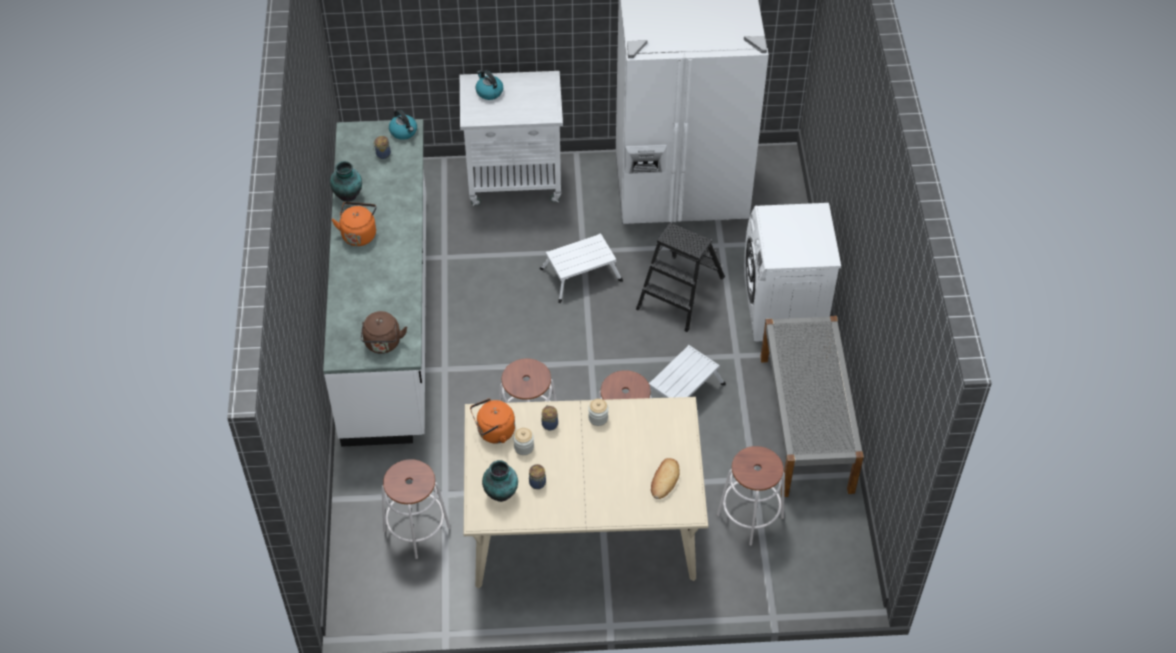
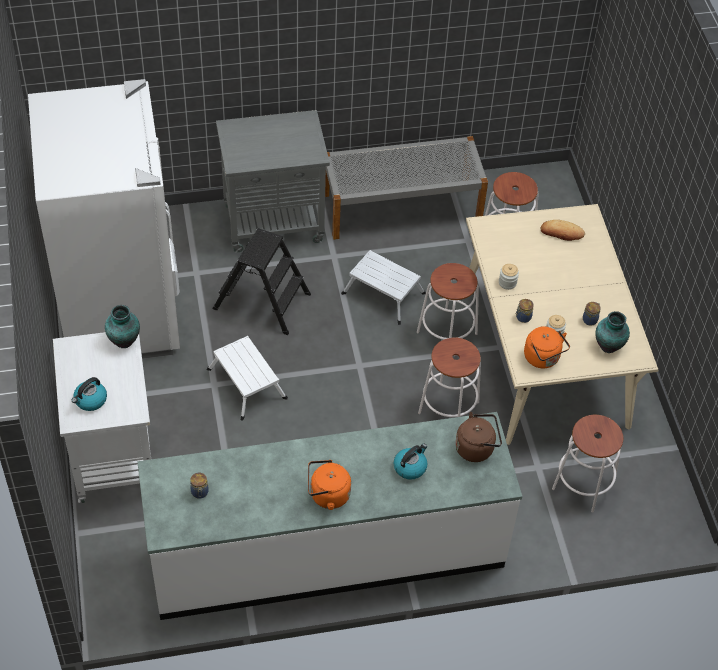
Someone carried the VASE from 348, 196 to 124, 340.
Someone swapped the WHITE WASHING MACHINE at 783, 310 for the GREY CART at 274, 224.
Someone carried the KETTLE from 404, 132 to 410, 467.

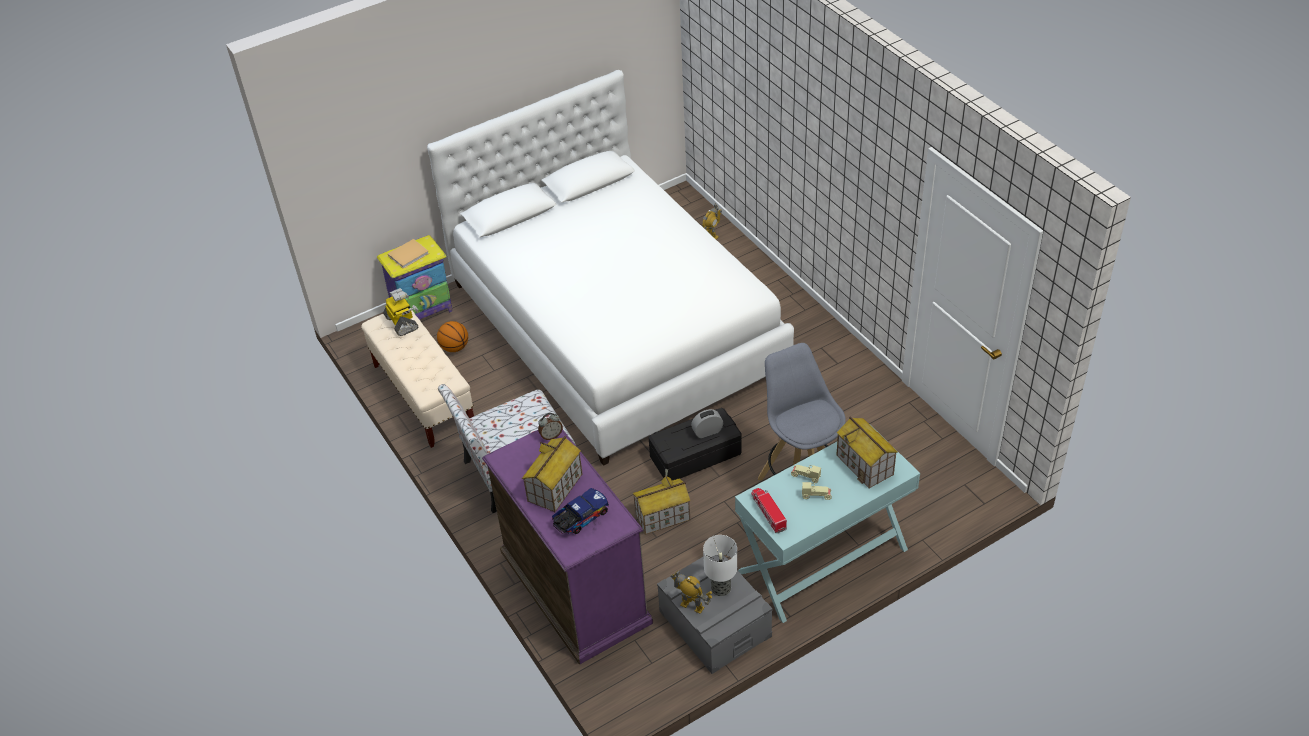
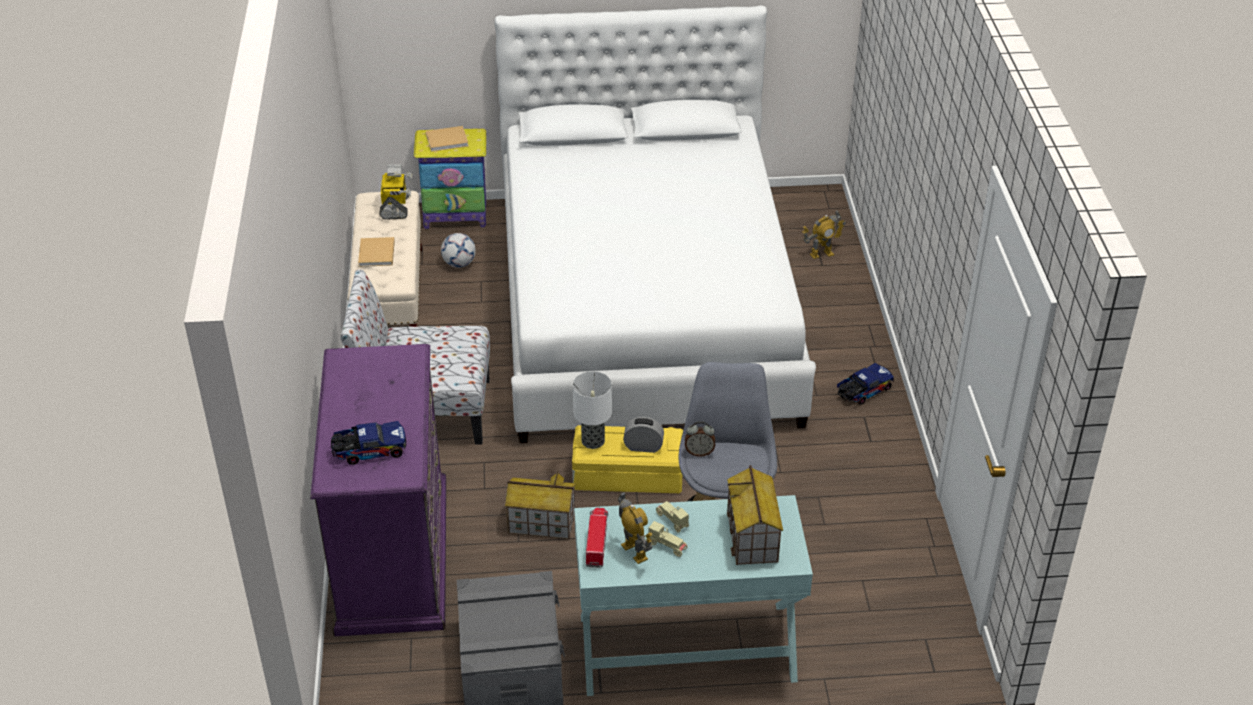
Someone put down the BEIGE BOOK at 376, 254.
Someone swapped the BASKETBALL at 455, 347 for the FOOTBALL at 459, 264.
Someone repainted the BLACK STORAGE BOX at 695, 456, which became the YELLOW STORAGE BOX at 627, 475.
Someone carried the TABLE LAMP from 721, 588 to 593, 441.
Someone carried the TOY ROBOT from 692, 606 to 634, 551.
Someone carried the ALARM CLOCK from 551, 436 to 699, 452.
Someone put down the TOY TRUCK at 863, 392.
Someone took away the TOY HOUSE at 555, 488.

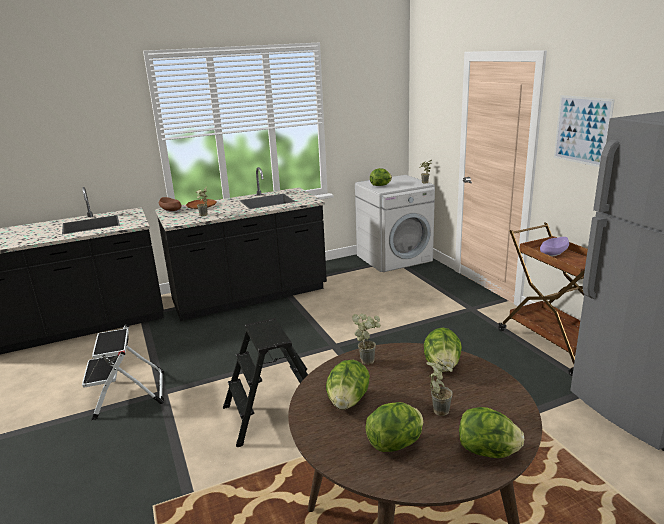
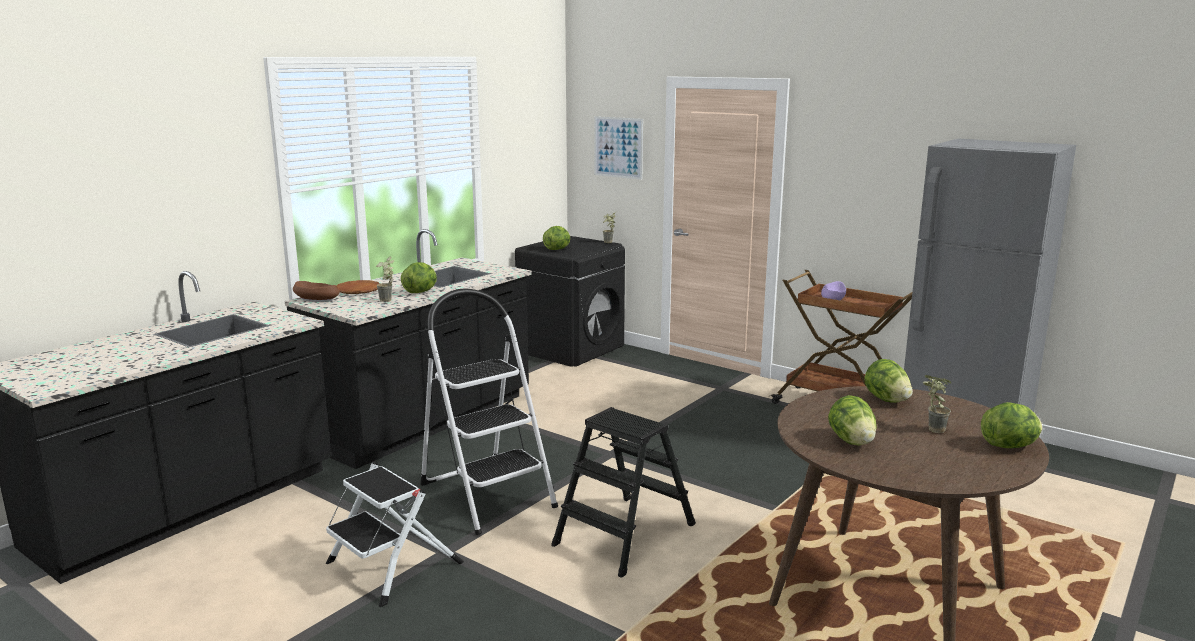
Someone carried the LETTUCE from 396, 444 to 421, 292.
Someone put down the STEP LADDER at 486, 494.
Someone repainted the WHITE WASHING MACHINE at 396, 258, which became the BLACK WASHING MACHINE at 574, 349.
Someone carried the PICTURE from 582, 130 to 618, 147.
Someone took away the POTTED PLANT at 368, 359.

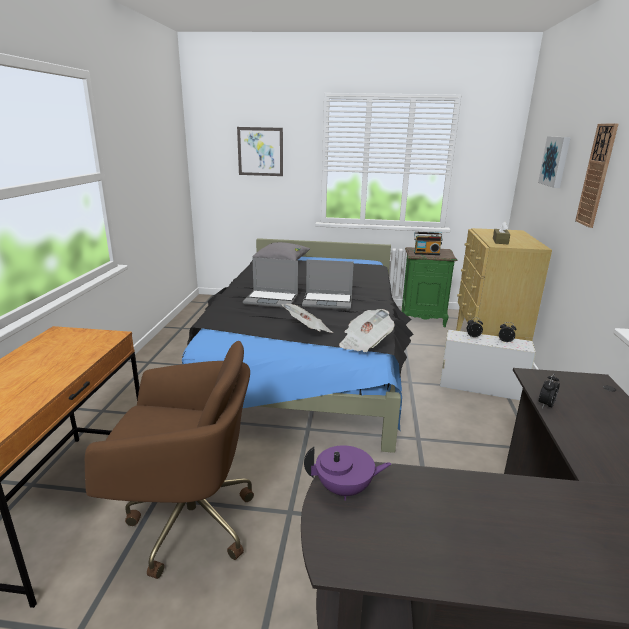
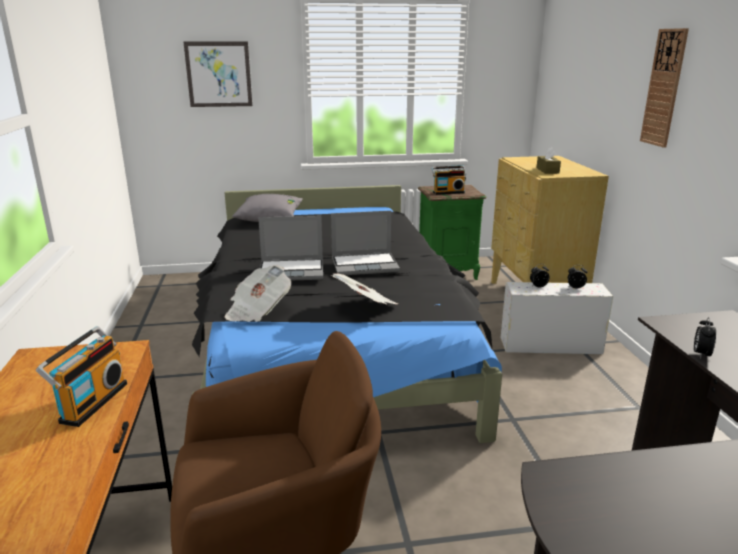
Someone put down the RADIO at 91, 402.
Someone carried the NEWSPAPER from 364, 343 to 257, 310.
Someone took away the PURPLE TEAPOT at 345, 489.
Someone took away the PICTURE at 556, 161.

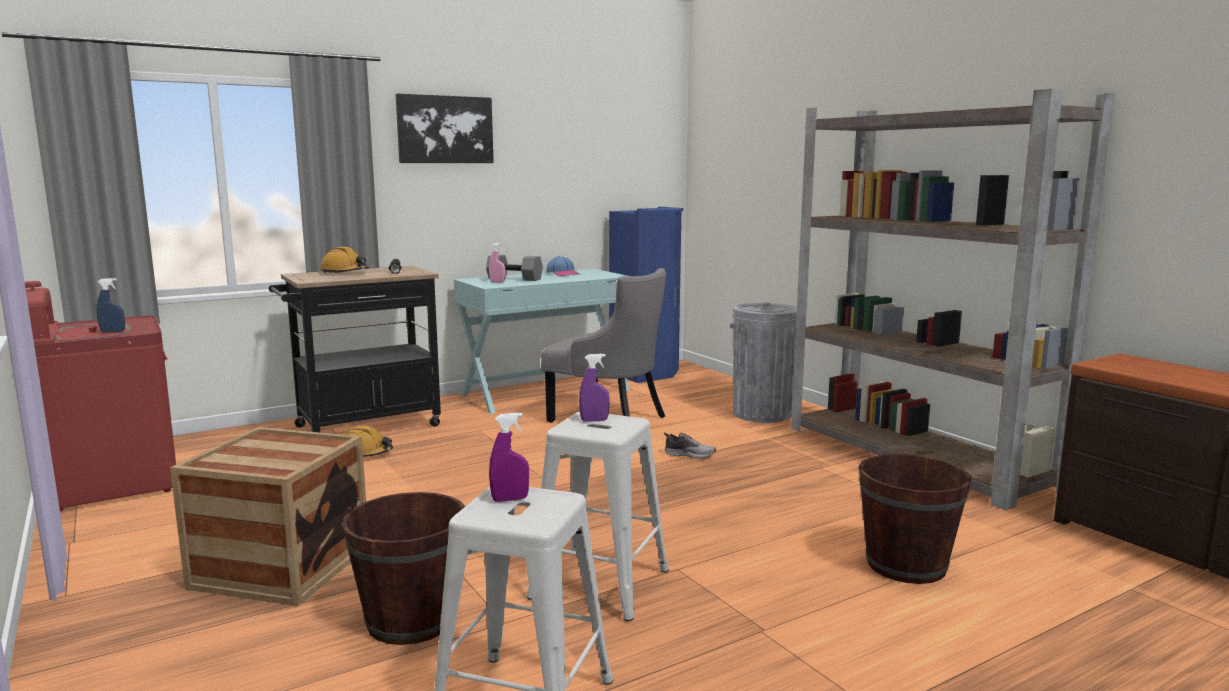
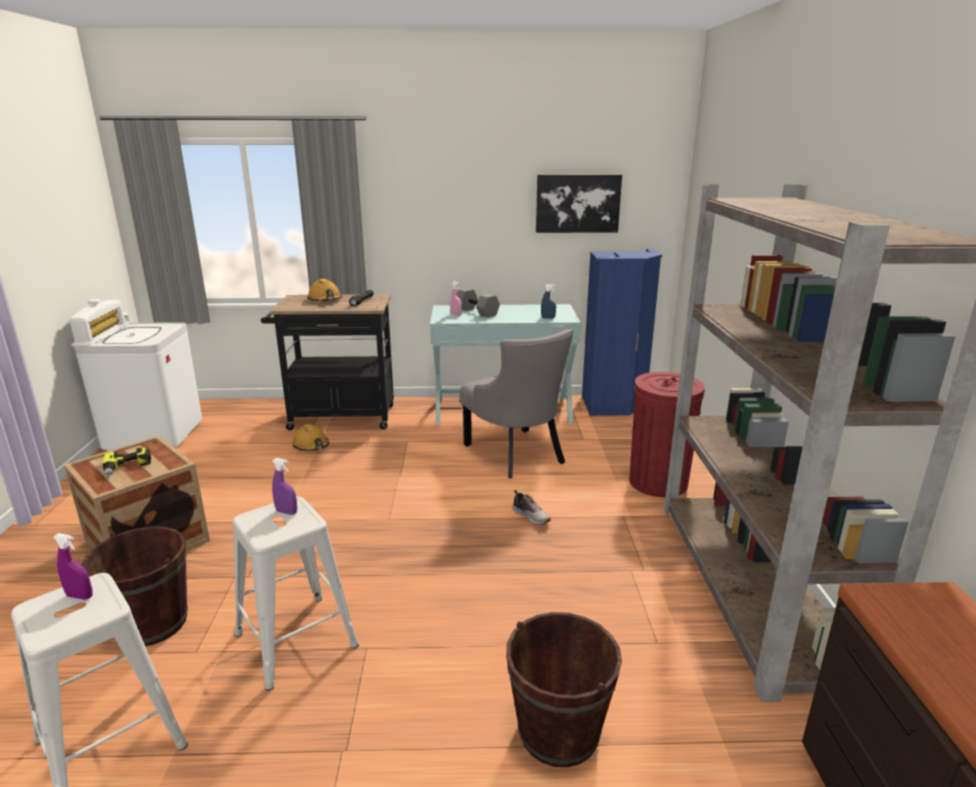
Someone repainted the RED WASHING MACHINE at 112, 484, which became the WHITE WASHING MACHINE at 154, 435.
Someone put down the POWER DRILL at 127, 469.
Someone carried the PICTURE from 445, 129 to 577, 203.
Someone carried the BLUE SPRAY BOTTLE from 113, 331 to 548, 318.
Someone repainted the GREY TRASH CAN at 762, 413, which became the RED TRASH CAN at 658, 482.
Someone took away the CAP at 563, 274.

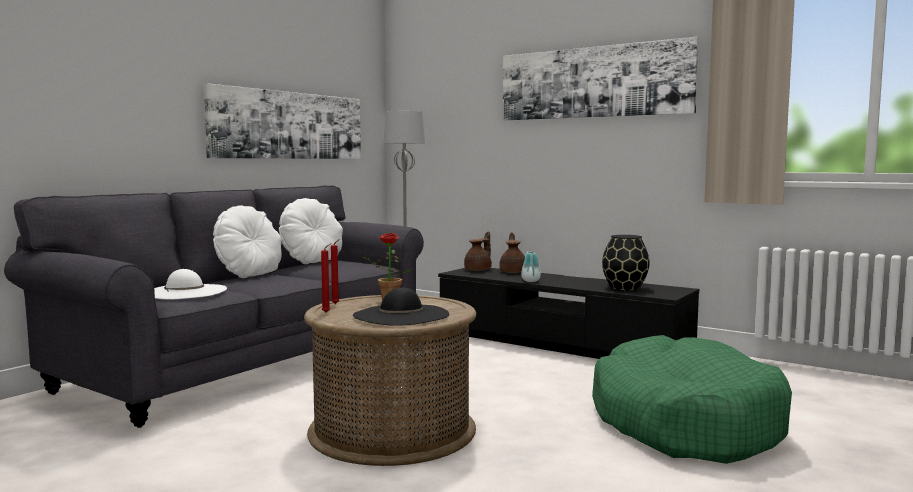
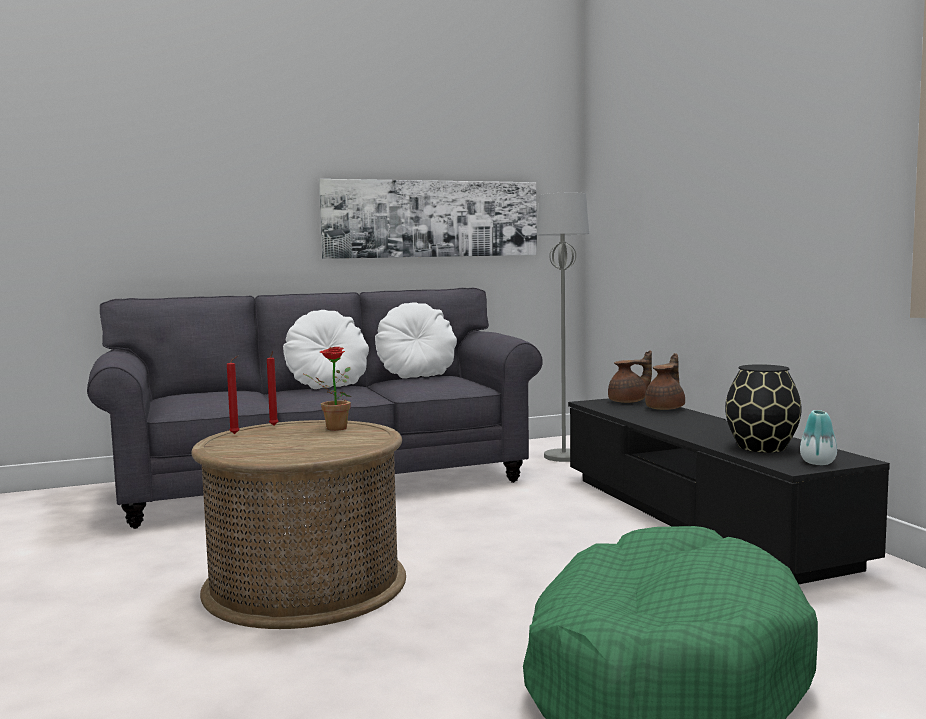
Someone carried the VASE from 530, 281 to 817, 463.
Someone took away the WHITE HAT at 184, 292.
Someone took away the BLACK HAT at 401, 315.
Someone took away the PICTURE at 593, 82.

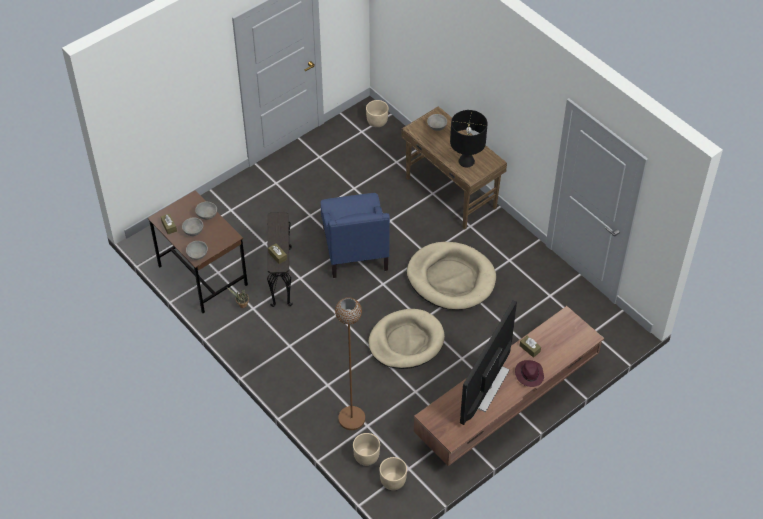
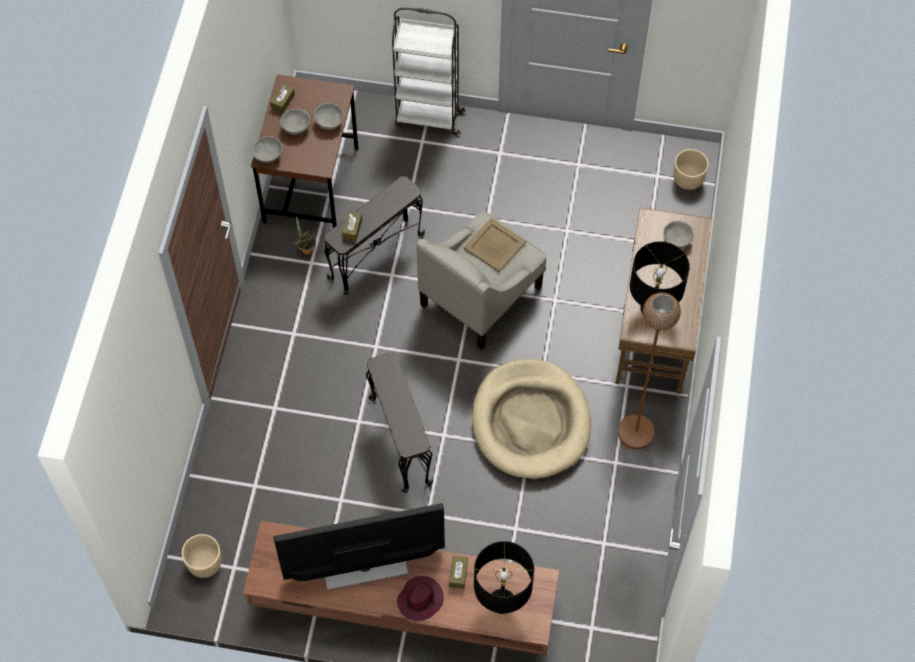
Someone swapped the BEIGE DOG BED at 406, 341 for the BLACK SIDE TABLE at 400, 441.
Someone put down the WHITE CART at 428, 118.
Someone repainted the BLUE ARMCHAIR at 354, 248, which became the GREY ARMCHAIR at 481, 295.
Someone put down the BEIGE TRAY at 495, 245.
Someone put down the BLACK TABLE LAMP at 502, 602.
Someone carried the BROWN FLOOR LAMP from 352, 418 to 636, 433.
Someone took away the BEIGE PLANTER at 366, 456.

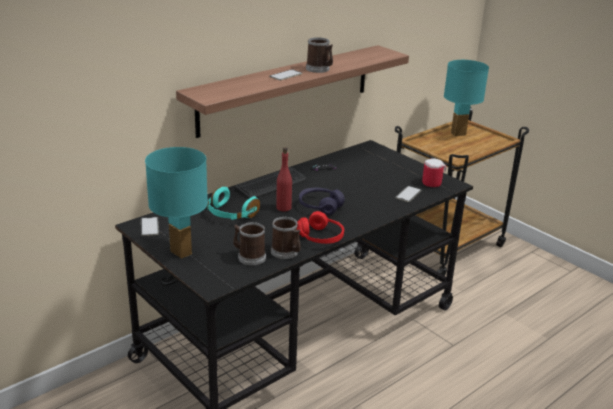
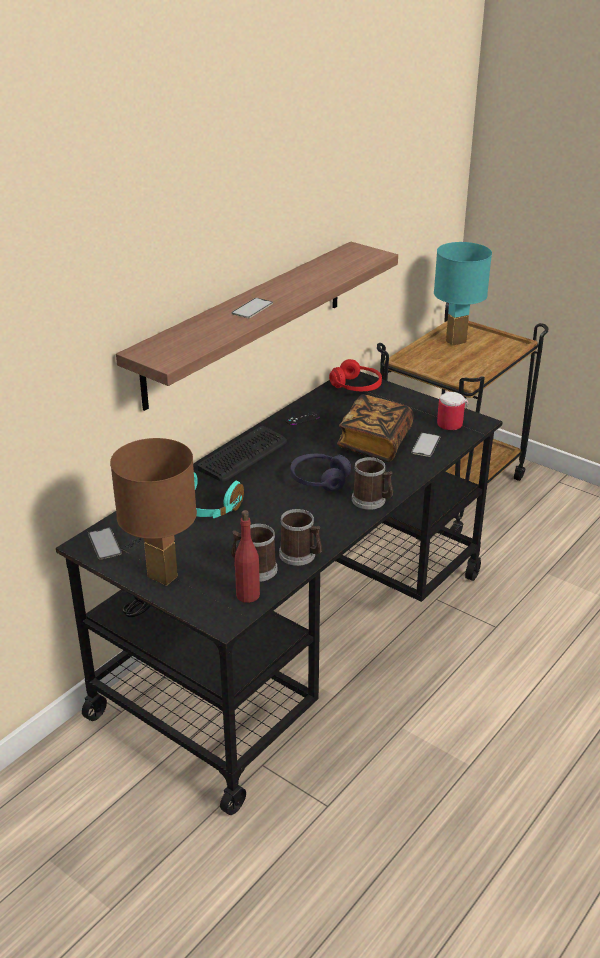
Someone repainted the TURQUOISE TABLE LAMP at 180, 252, which became the BROWN TABLE LAMP at 161, 577.
Someone carried the RED BOTTLE from 283, 207 to 247, 595.
Someone carried the RED HEADPHONES from 320, 237 to 356, 386.
Someone put down the BOOK at 374, 443.
Someone carried the MUG from 319, 69 to 372, 501.

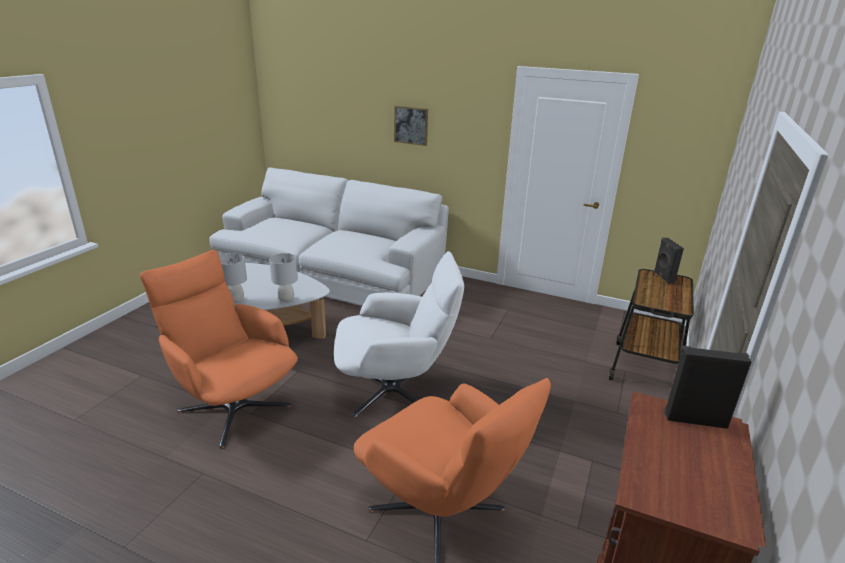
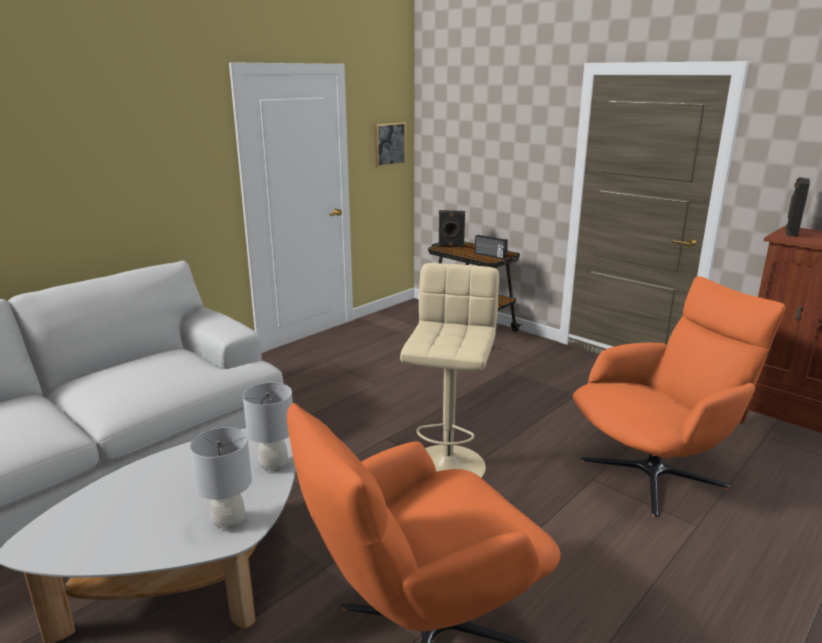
Someone carried the PICTURE from 411, 125 to 389, 144.
Someone swapped the WHITE ARMCHAIR at 394, 390 for the BEIGE STOOL at 448, 465.
Someone put down the RADIO at 490, 255.

